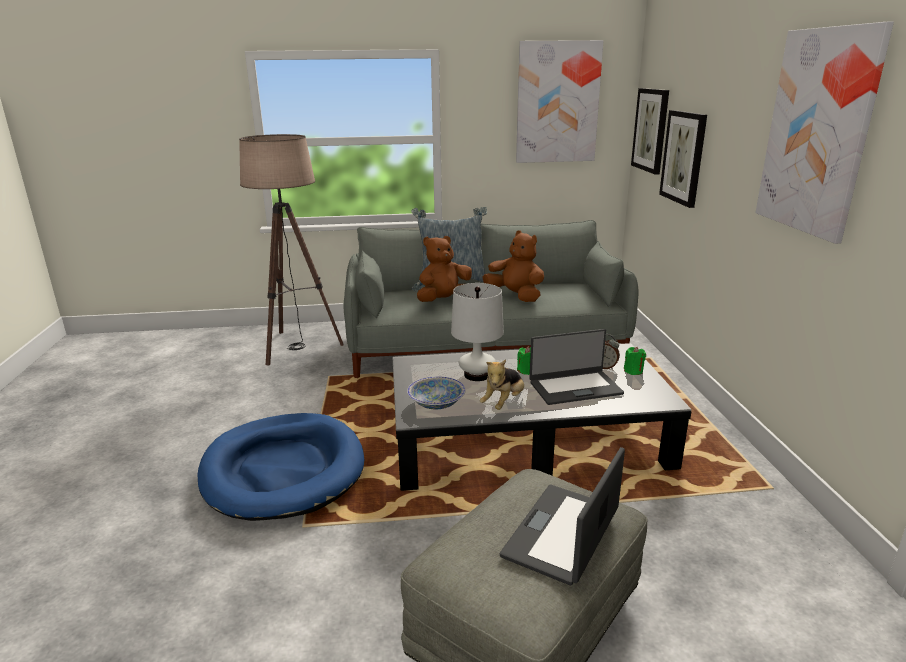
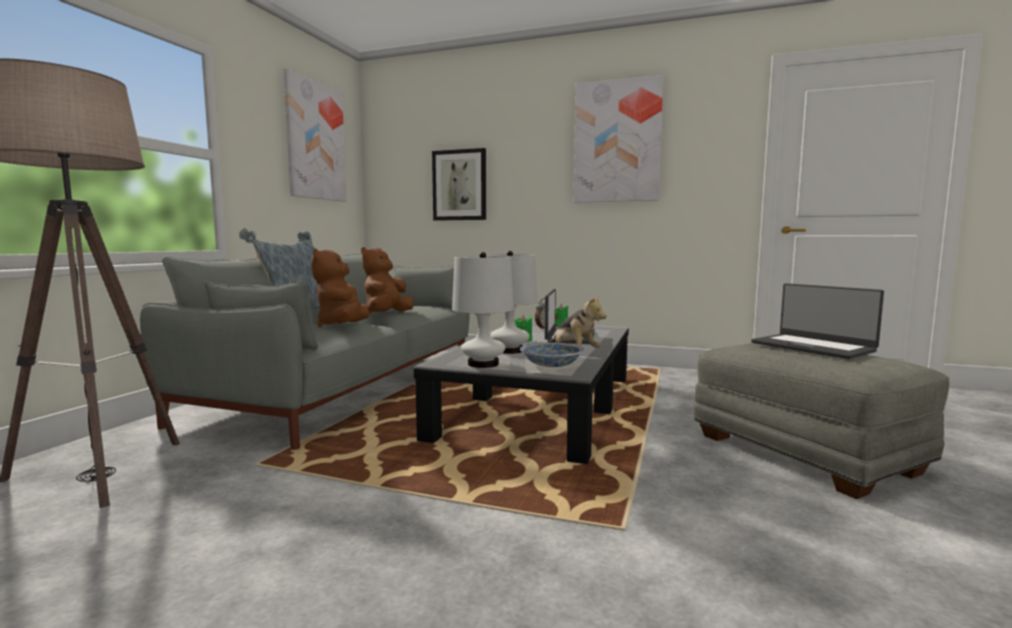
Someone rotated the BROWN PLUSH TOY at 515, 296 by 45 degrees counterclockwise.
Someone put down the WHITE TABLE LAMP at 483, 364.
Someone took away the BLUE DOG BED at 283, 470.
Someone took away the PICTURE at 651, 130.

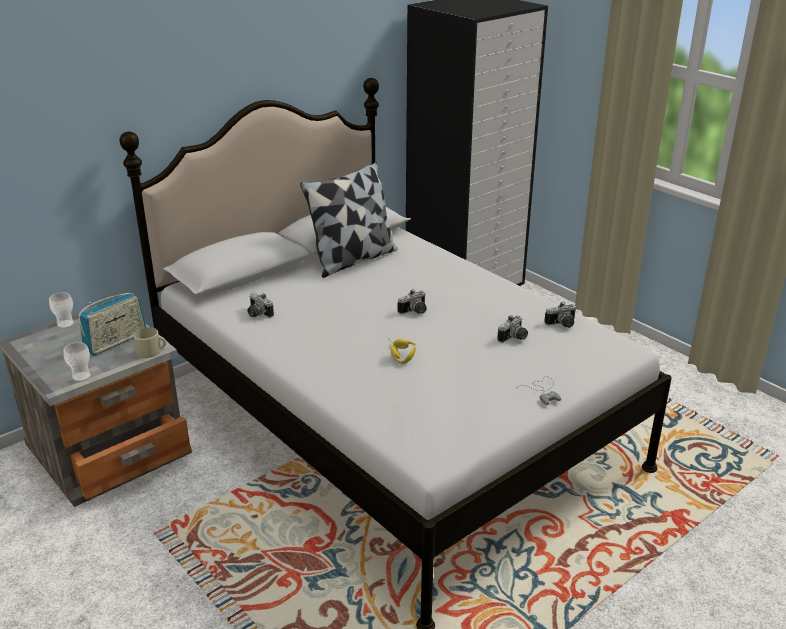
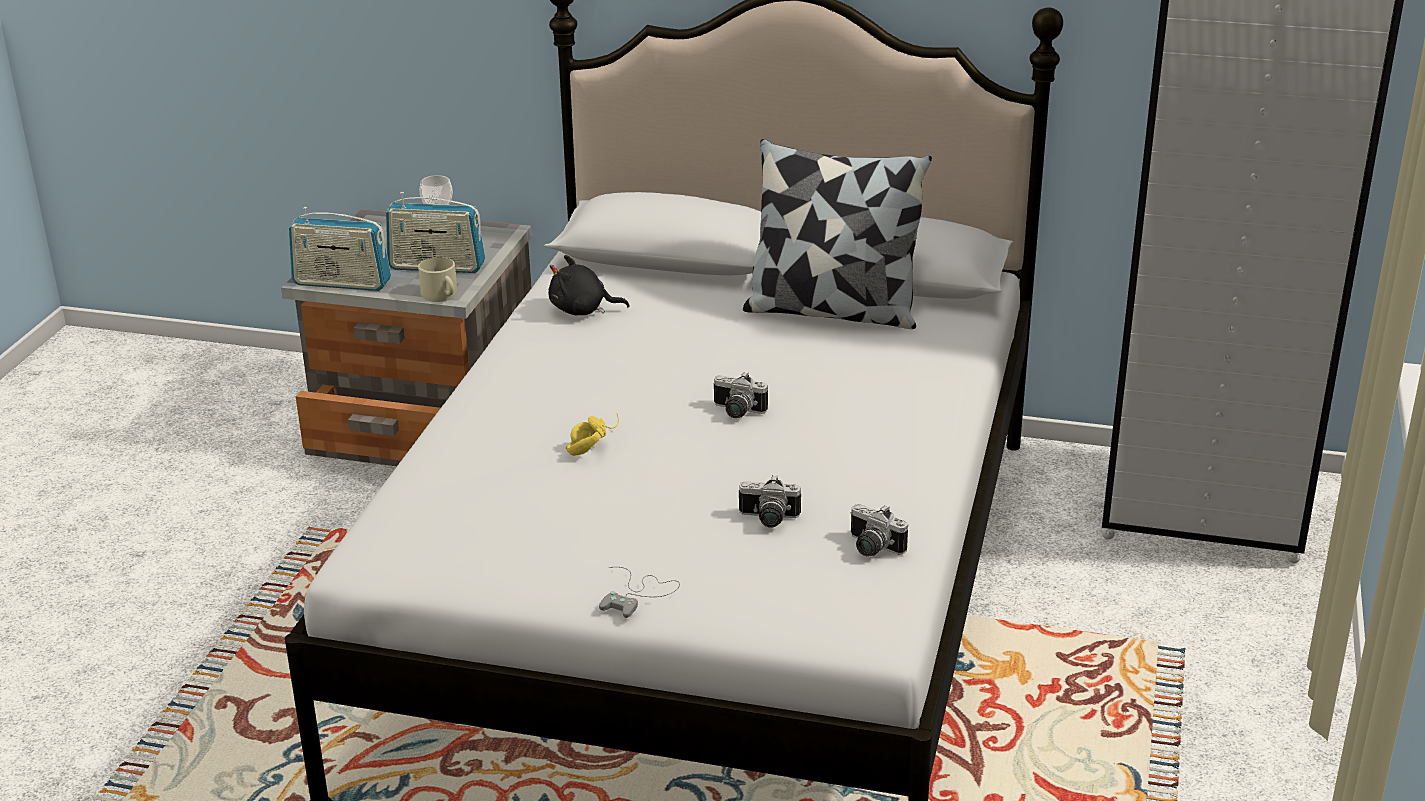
Someone swapped the CUP at 81, 377 for the RADIO at 342, 283.
Someone swapped the PHOTO CAMERA at 257, 314 for the BLACK PLUSH TOY at 582, 310.

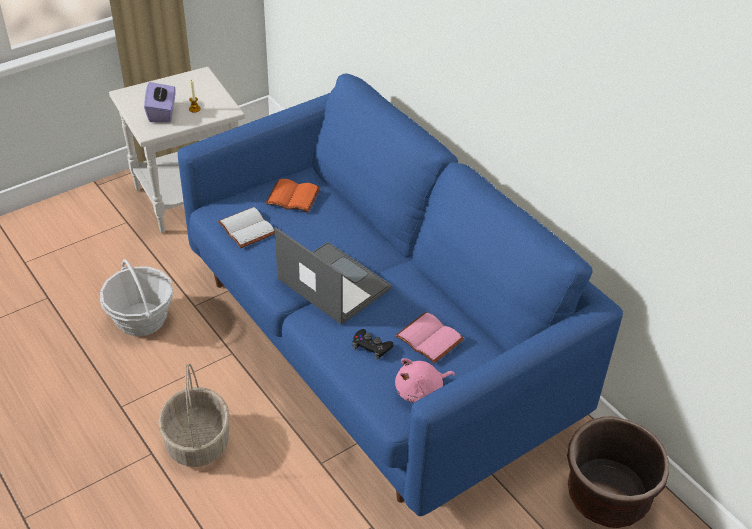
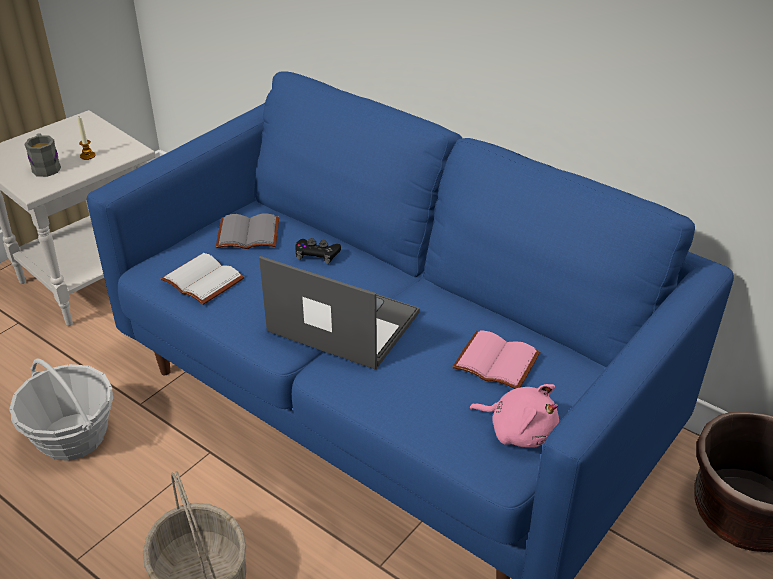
Someone swapped the PURPLE TISSUE BOX at 162, 113 for the GREY MUG at 46, 166.
Someone repainted the ORANGE BOOK at 294, 196, which became the GREY BOOK at 249, 233.
Someone carried the BLACK GAME CONTROLLER from 371, 347 to 317, 254.
Someone rotated the PINK PLUSH TOY at 421, 392 by 105 degrees counterclockwise.

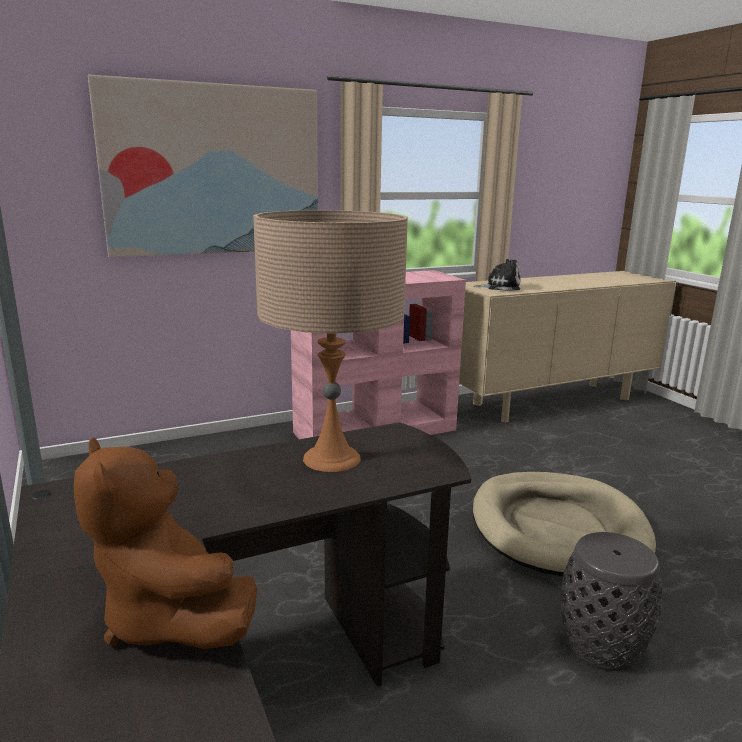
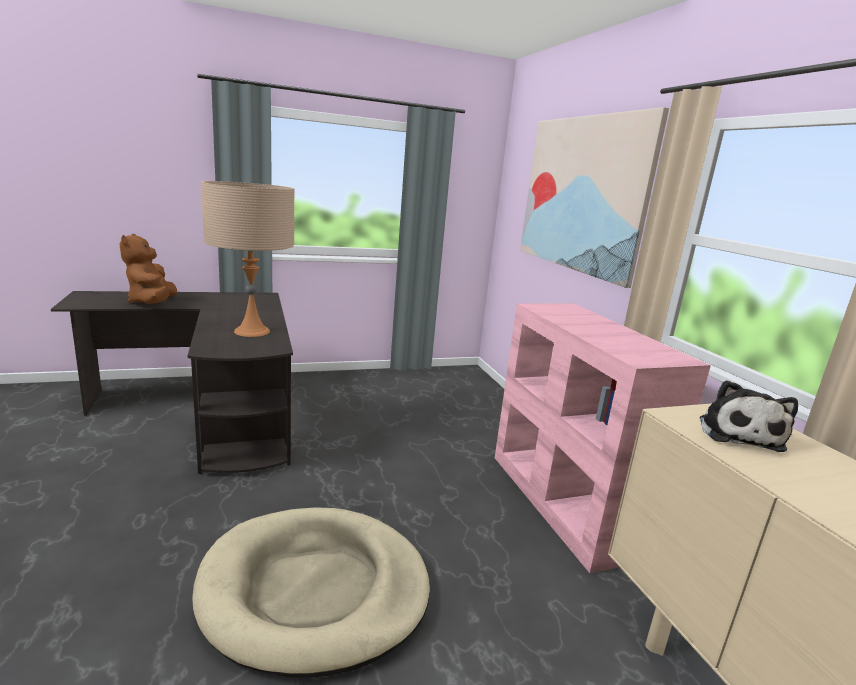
Someone rotated the BROWN PLUSH TOY at 170, 618 by 75 degrees counterclockwise.
Someone took away the GREY STOOL at 602, 646.

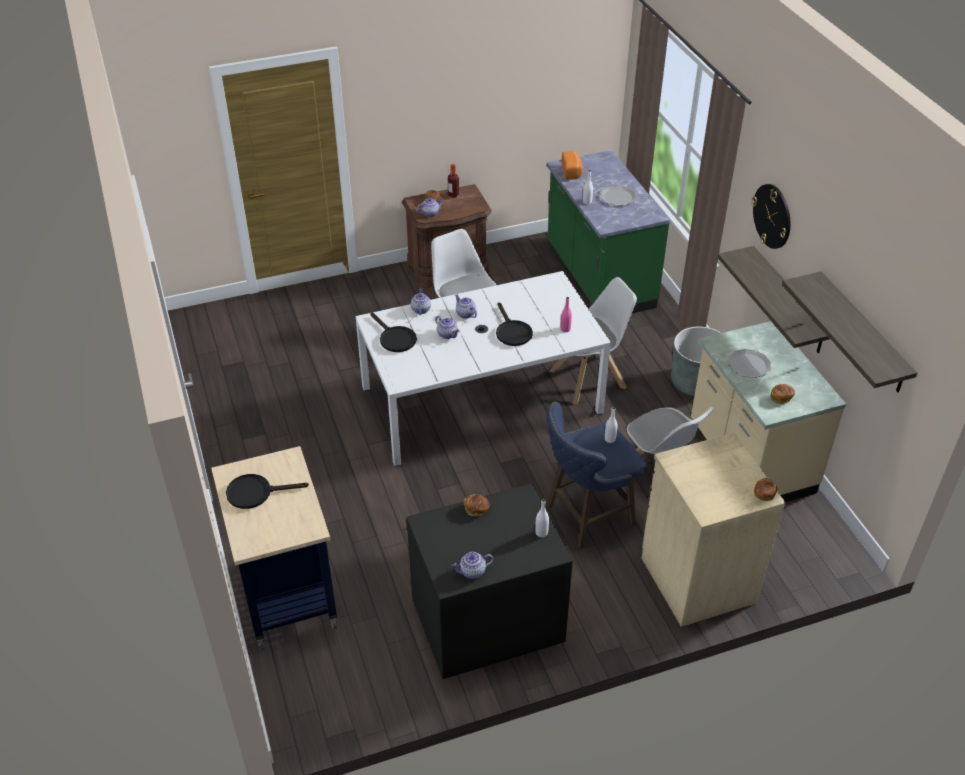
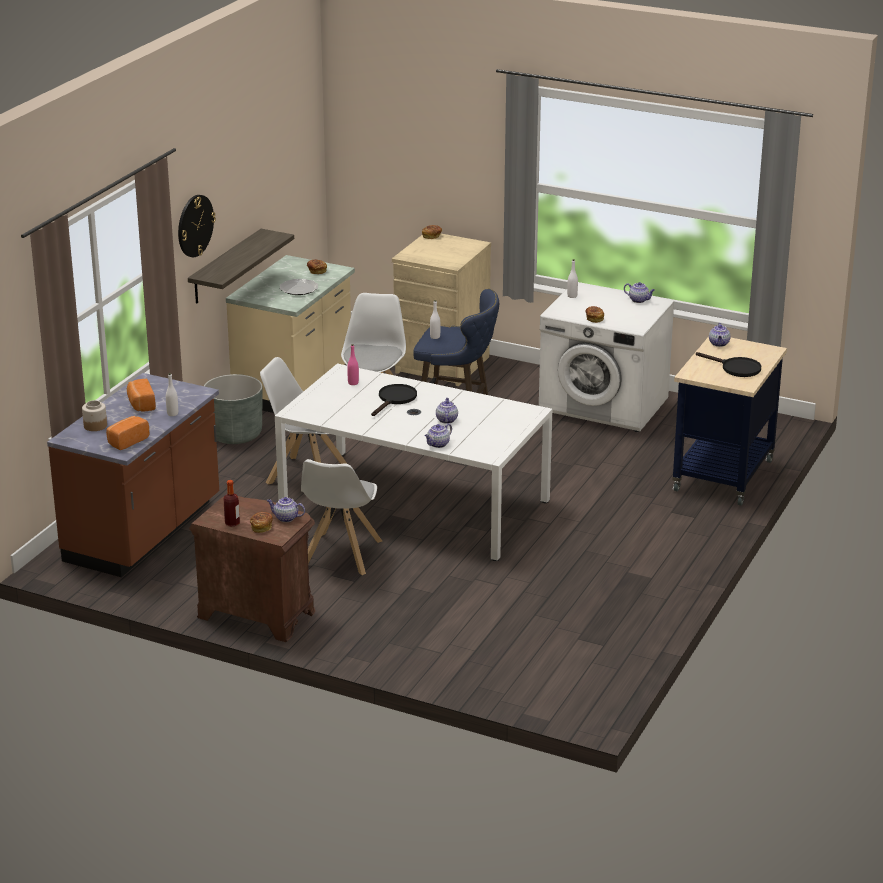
Someone repainted the GREEN COUNTER at 598, 277, which became the BROWN COUNTER at 144, 532.
Someone put down the JAR at 95, 426.
Someone swapped the PLATE at 618, 197 for the BREAD at 141, 404.
Someone repainted the BLACK WASHING MACHINE at 485, 621, which became the WHITE WASHING MACHINE at 604, 408.
Someone carried the TEAPOT from 465, 314 to 719, 344.
Someone took away the BLACK FRYING PAN at 394, 338.
Someone took away the SHELF at 862, 333.

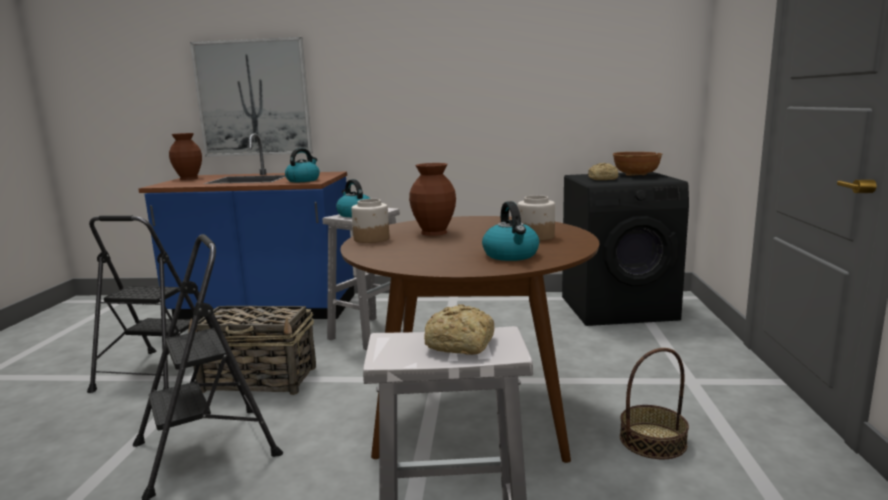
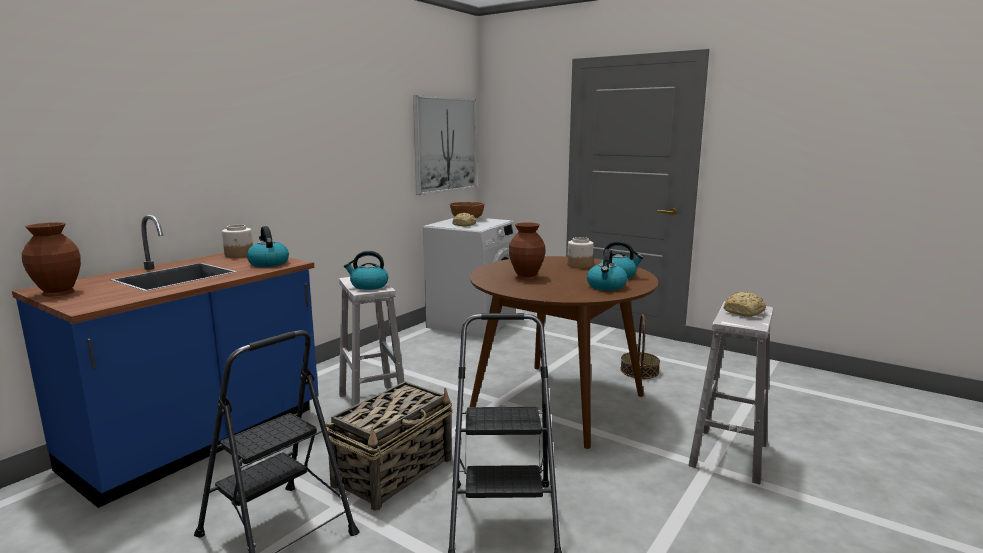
Someone carried the JAR from 371, 239 to 239, 255.
Someone carried the PICTURE from 253, 98 to 445, 145.
Someone repainted the BLACK WASHING MACHINE at 618, 308, which became the WHITE WASHING MACHINE at 473, 322.
Someone put down the KETTLE at 606, 286.

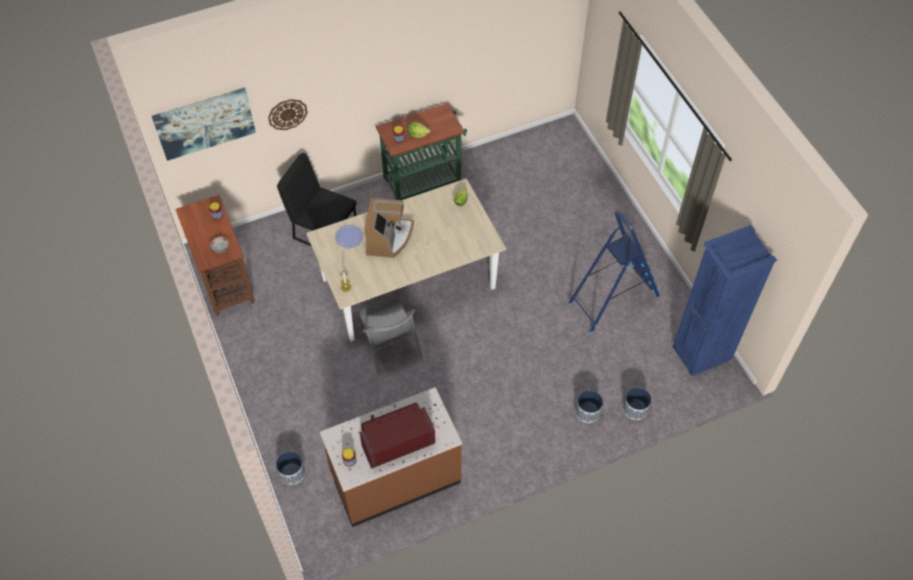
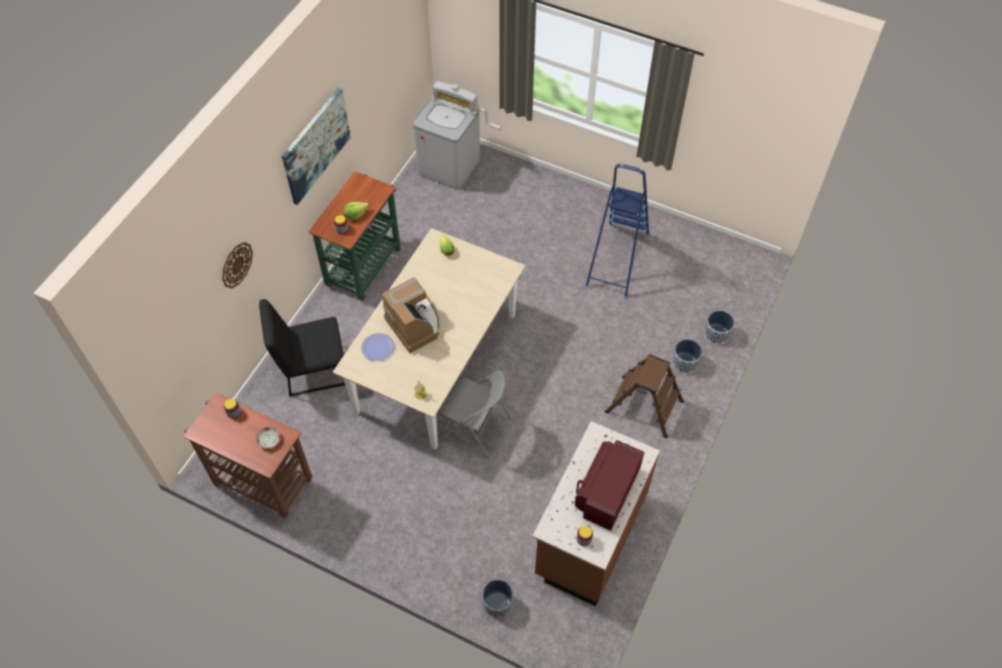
Someone carried the PICTURE from 204, 123 to 316, 145.
Someone put down the GREY WASHING MACHINE at 451, 167.
Someone put down the BROWN STEP LADDER at 644, 406.
Someone took away the BLUE CABINET at 701, 353.

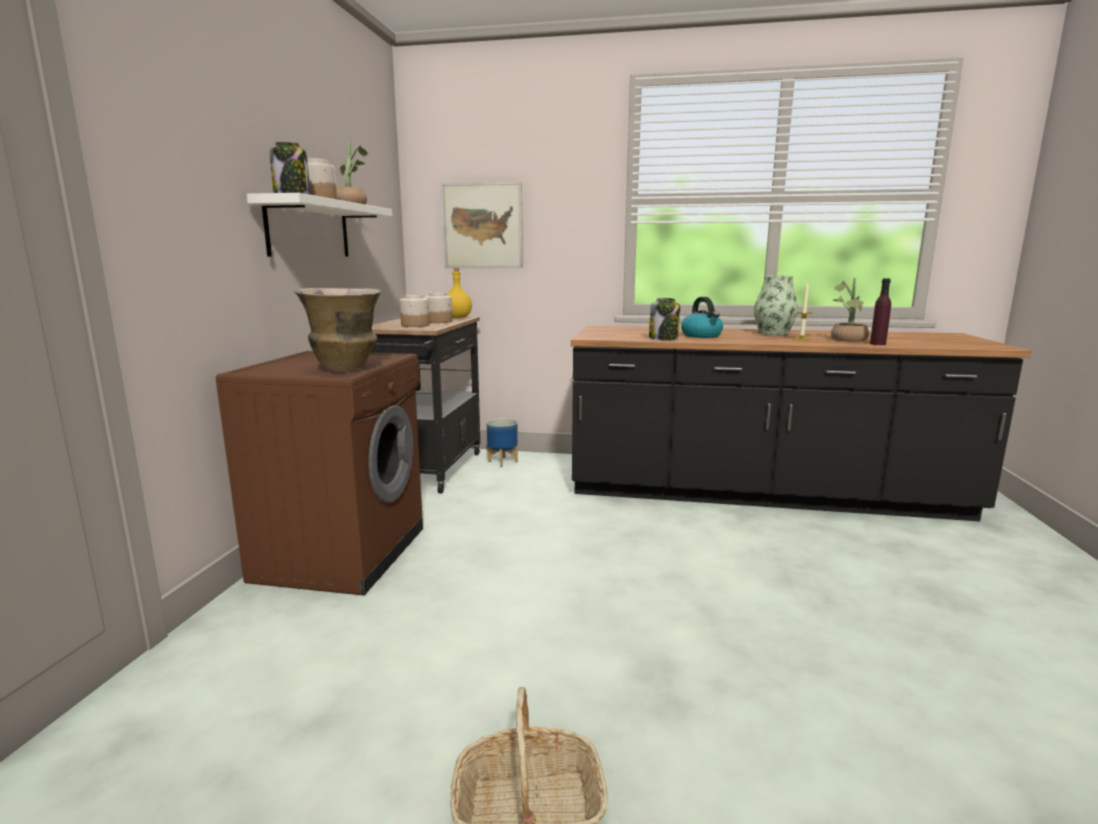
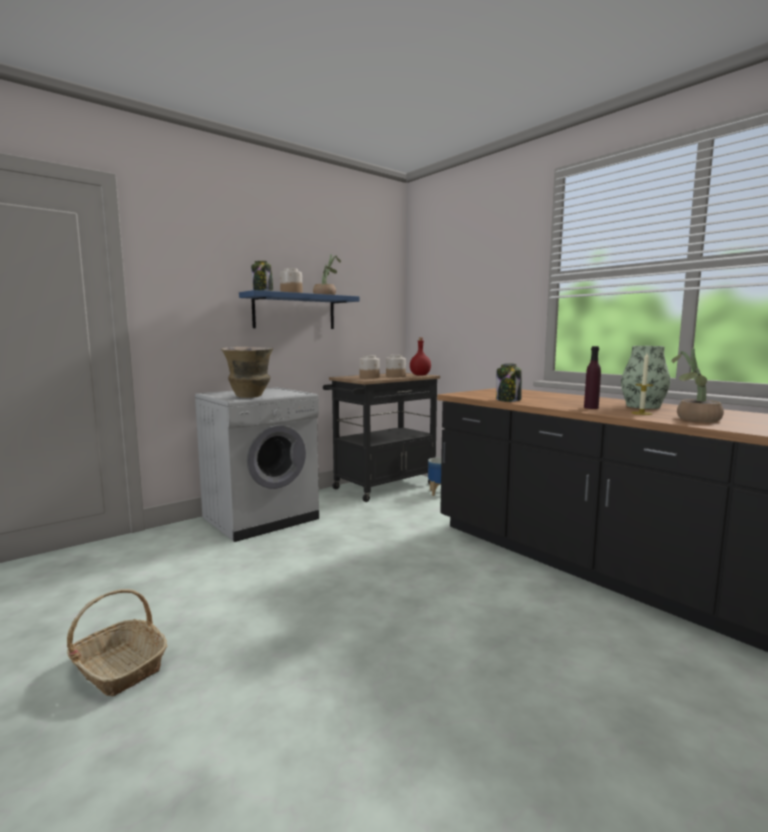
Someone repainted the BROWN WASHING MACHINE at 345, 554, which became the WHITE WASHING MACHINE at 262, 519.
Someone repainted the WHITE SHELF at 309, 229, which became the BLUE SHELF at 294, 312.
Someone repainted the YELLOW BOTTLE at 458, 318, which became the RED BOTTLE at 420, 375.
Someone carried the PURPLE BOTTLE from 877, 344 to 591, 407.
Someone took away the PICTURE at 482, 226.
Someone took away the KETTLE at 702, 336.

